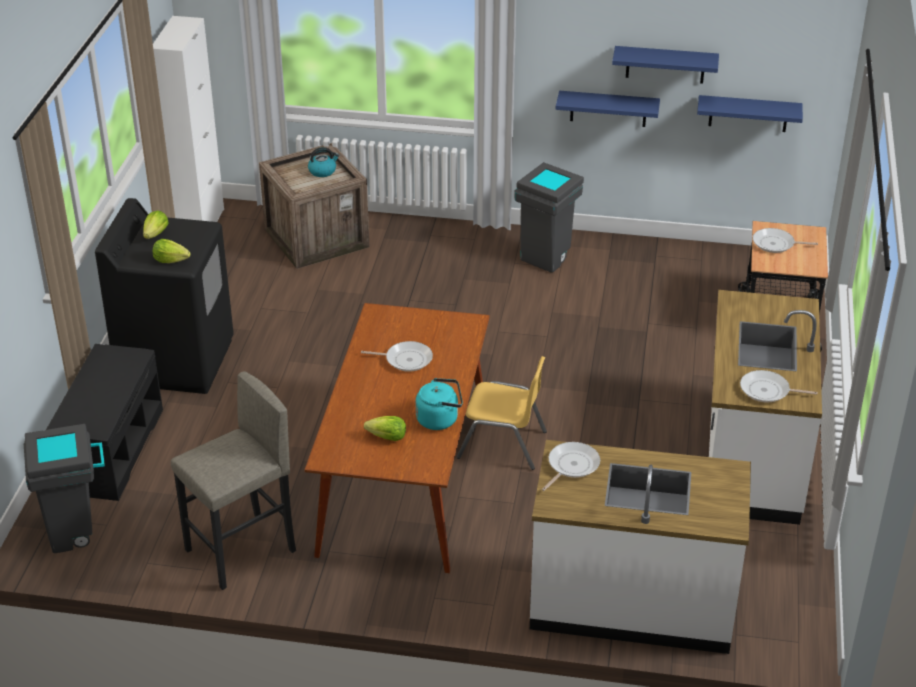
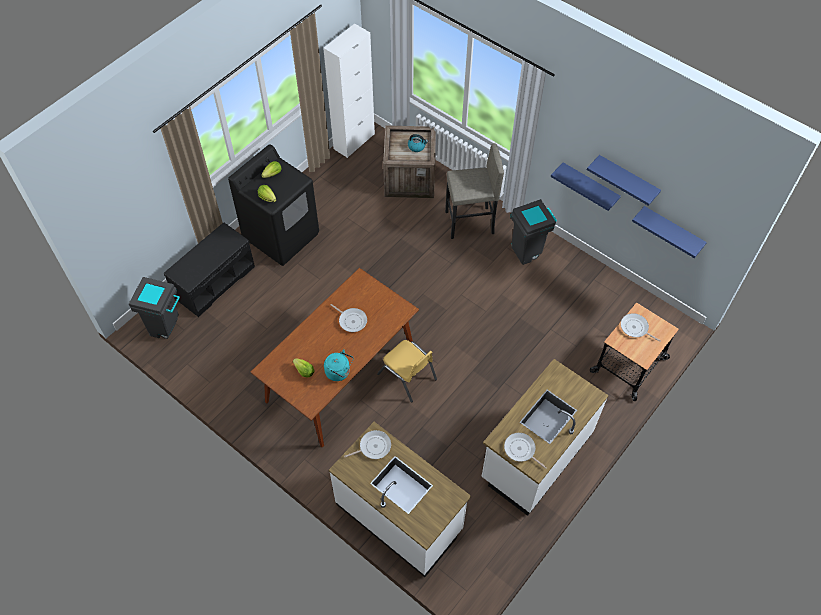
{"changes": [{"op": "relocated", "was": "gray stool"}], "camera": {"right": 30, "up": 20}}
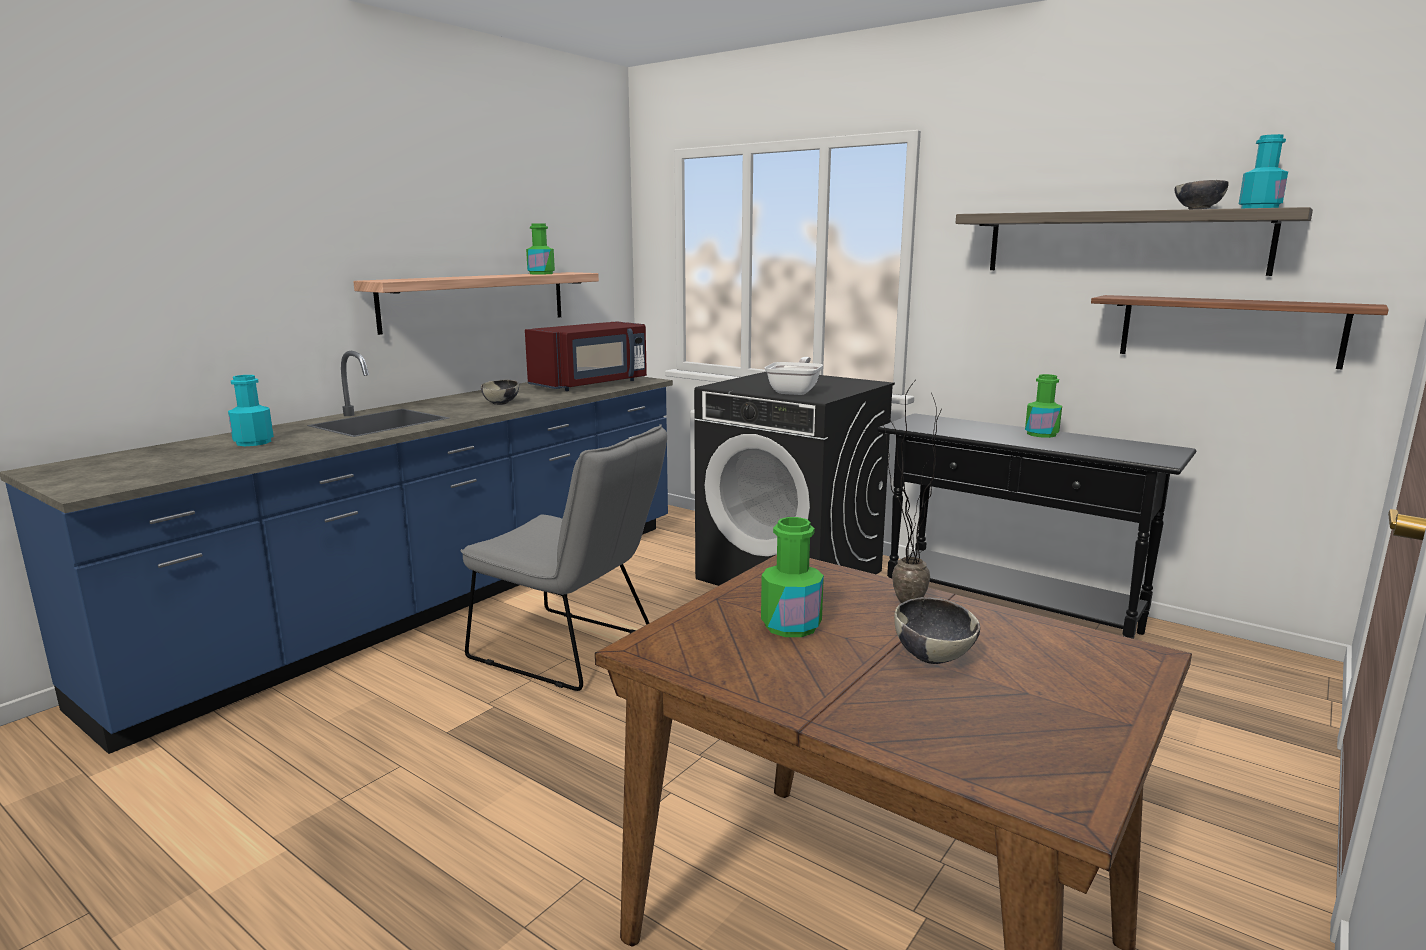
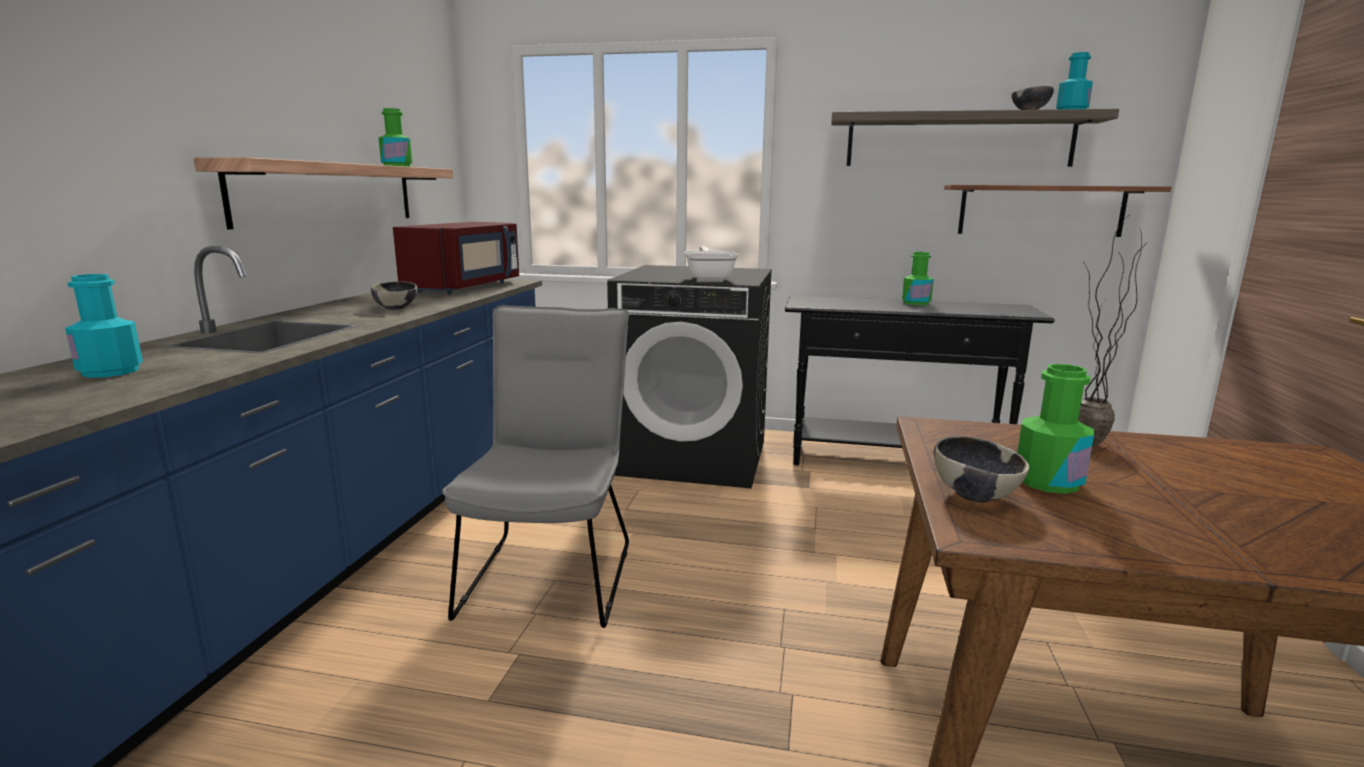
{"changes": [{"op": "spun", "was": "gray plain chair", "clockwise": -90}, {"op": "relocated", "was": "deep dish (no. 2 from left)"}], "camera": {"right": -25, "up": 0}}
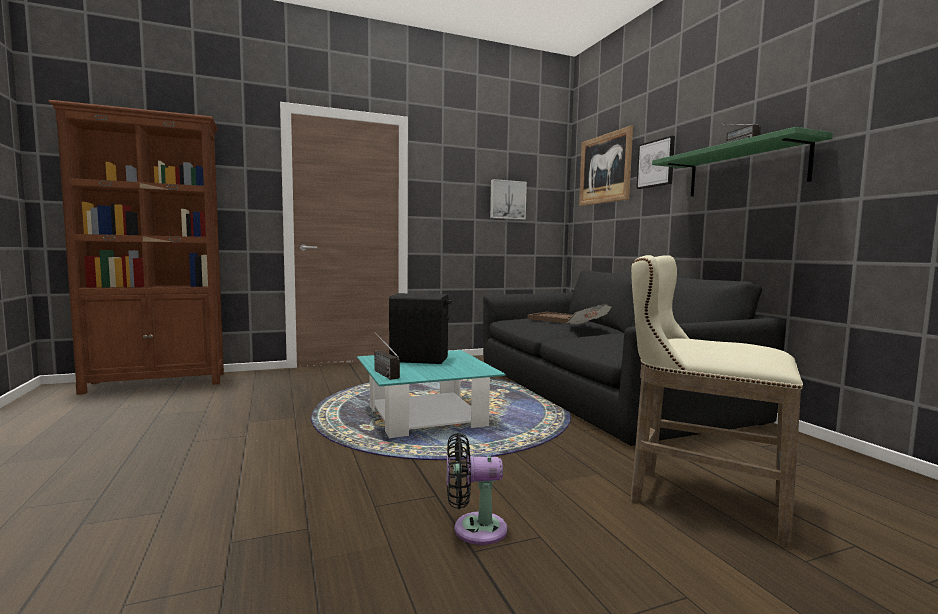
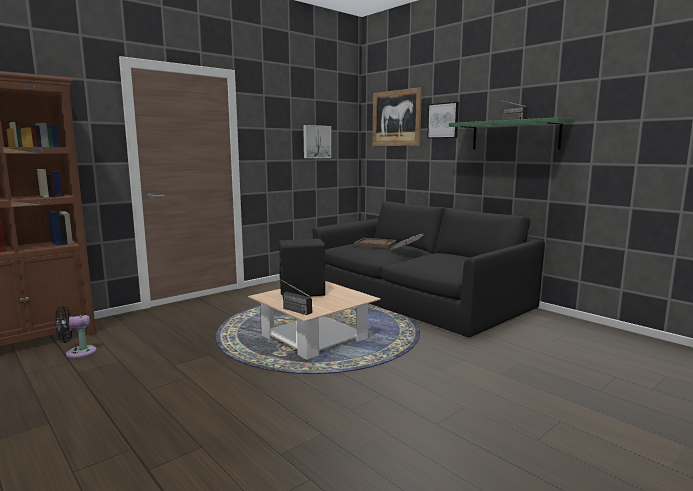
{"changes": [{"op": "colour", "was": "turquoise-coloured low table", "now": "beige-coloured low table"}, {"op": "relocated", "was": "black electric fan"}, {"op": "missing", "was": "beige-coloured stool"}], "camera": {"right": -20, "up": 5}}
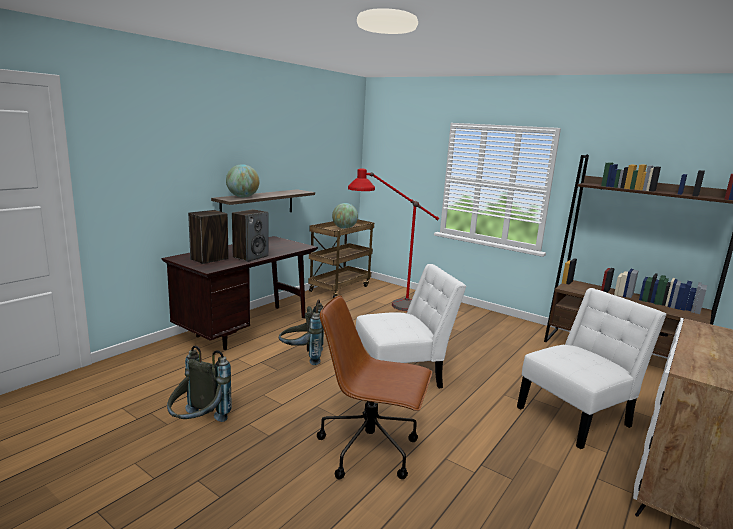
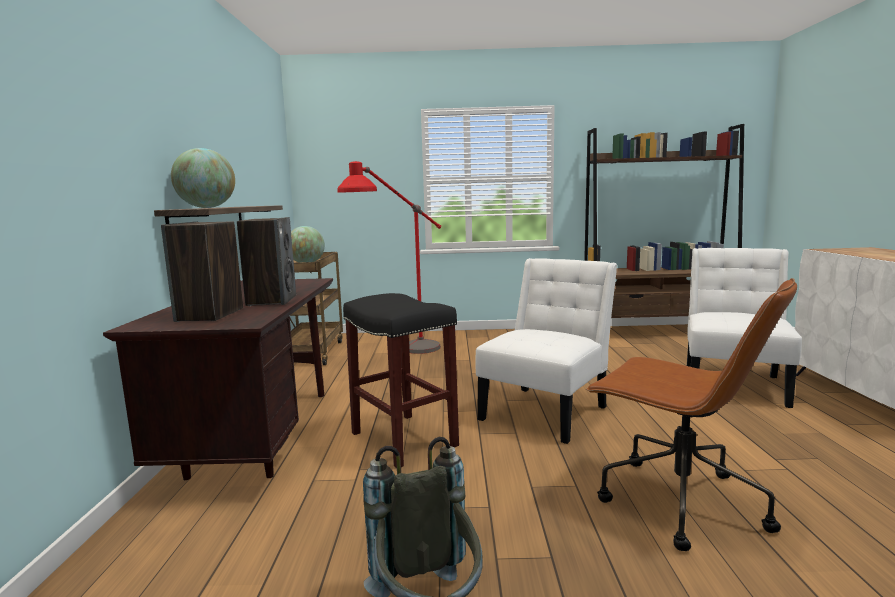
{"changes": [{"op": "exchanged", "was": "gray backpack (no. 2 from left)", "now": "black stool"}, {"op": "spun", "was": "brownish office chair", "clockwise": -120}], "camera": {"right": -35, "up": -5}}
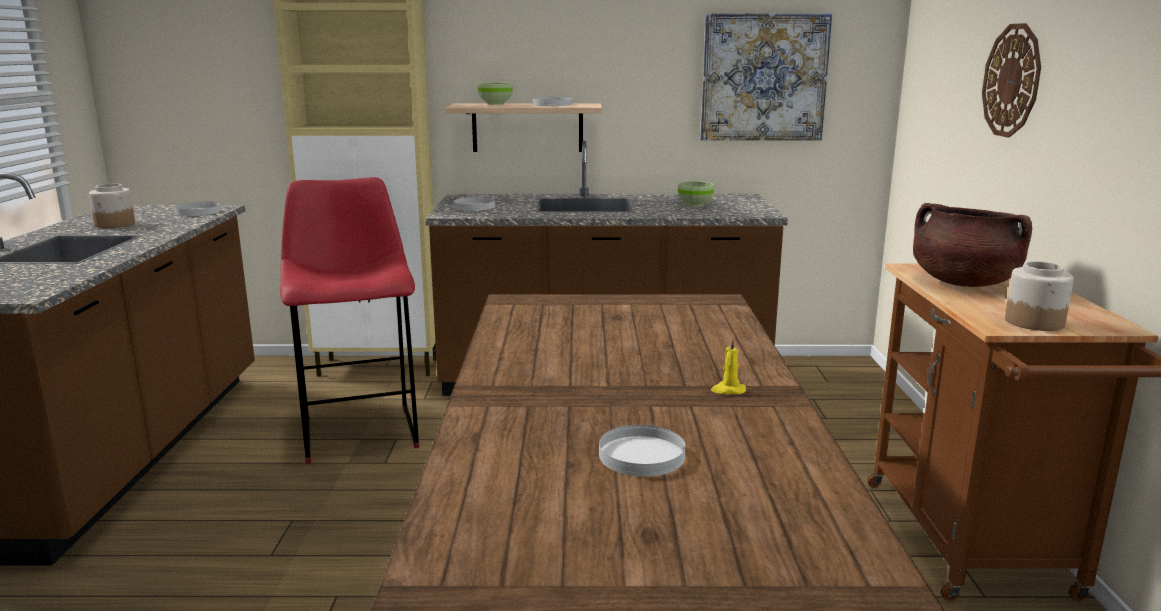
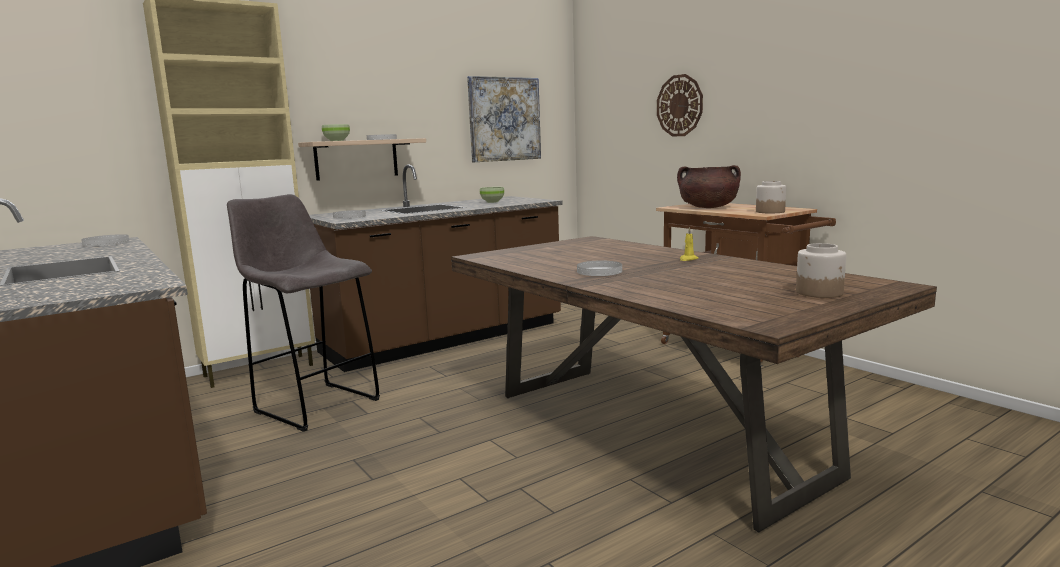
{"changes": [{"op": "relocated", "was": "preserve jar (no. 1 from left in the first image)", "now": "preserve jar (no. 2 from left)"}, {"op": "colour", "was": "red stool", "now": "gray stool"}, {"op": "relocated", "was": "whitish plate (no. 4 from left)"}], "camera": {"right": -35, "up": -5}}
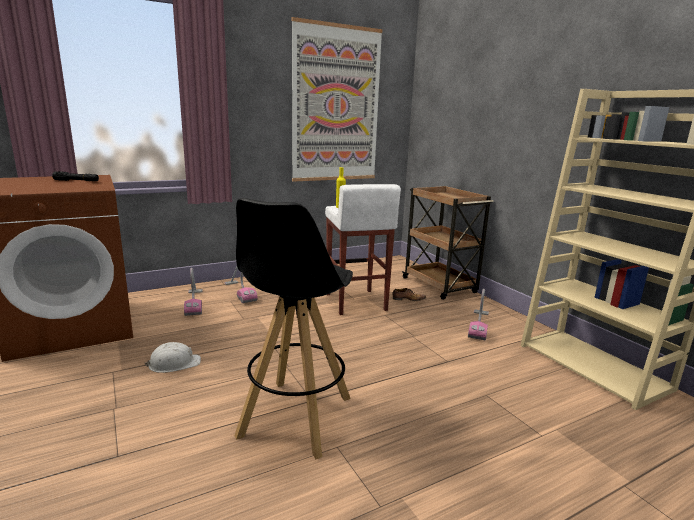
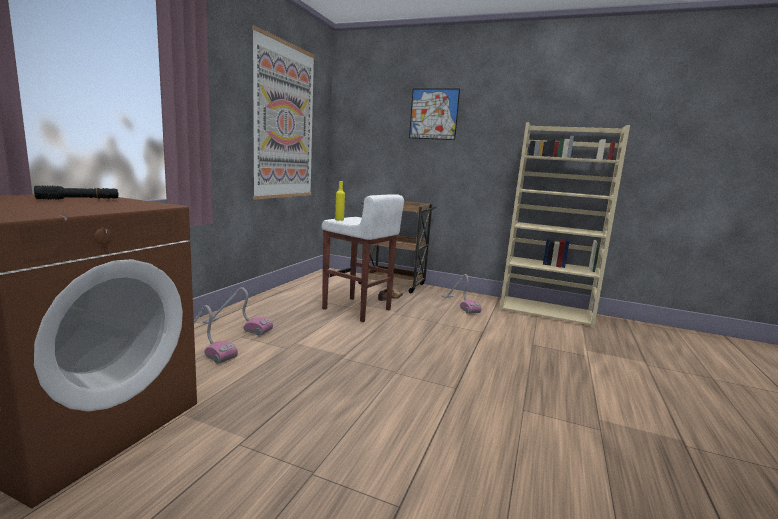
{"changes": [{"op": "missing", "was": "whitish work helmet"}, {"op": "missing", "was": "black stool"}, {"op": "appeared", "now": "picture (no. 2 from left)"}], "camera": {"right": -40, "up": -5}}
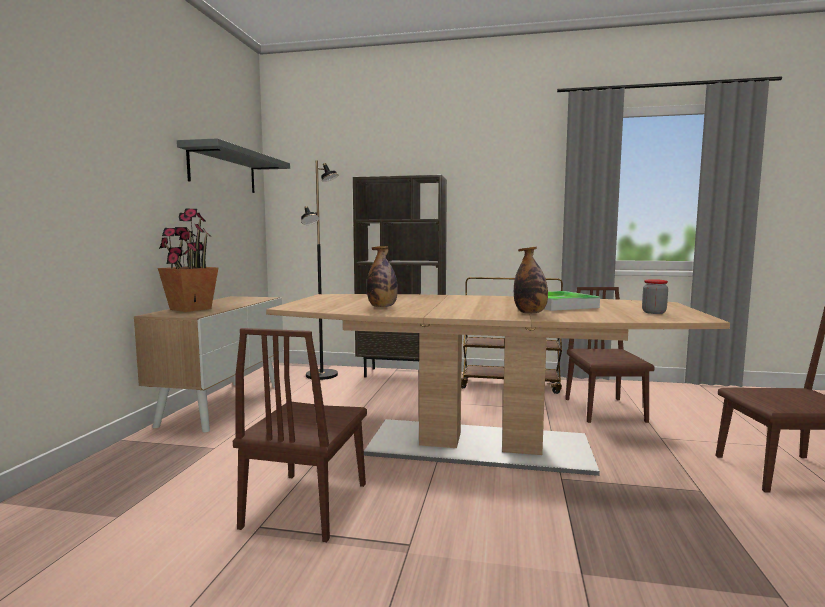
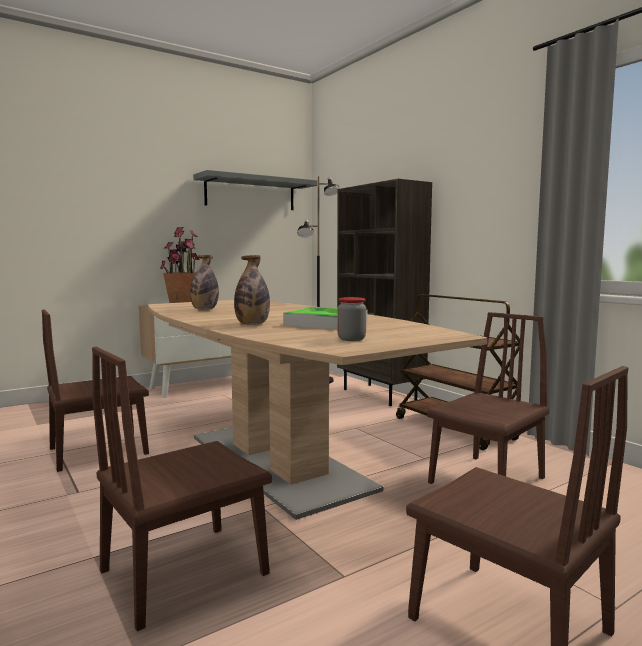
{"changes": [{"op": "appeared", "now": "brownish plain chair (no. 2 from left)"}], "camera": {"right": 45, "up": 0}}
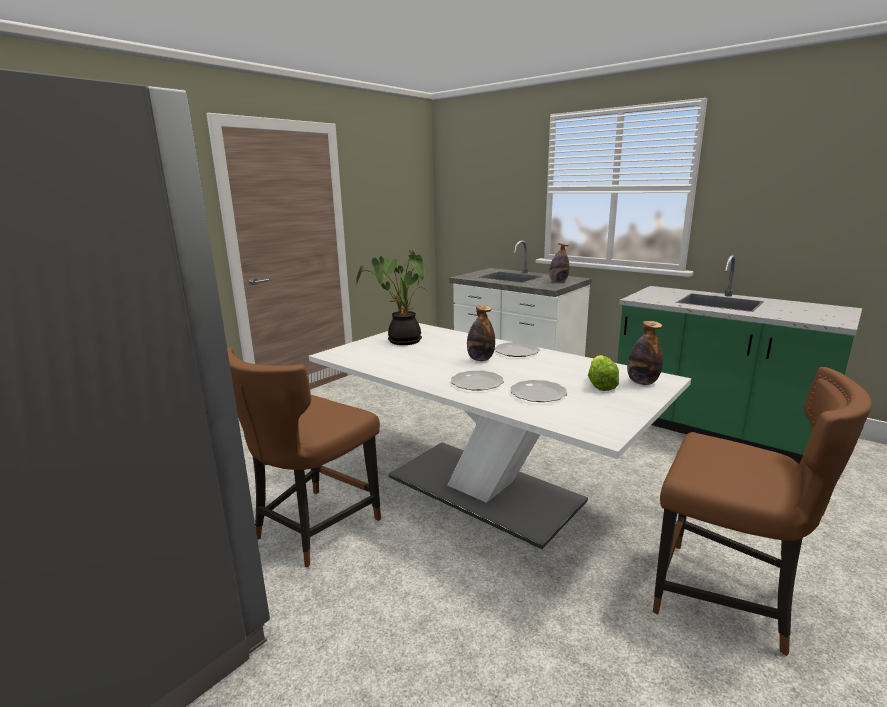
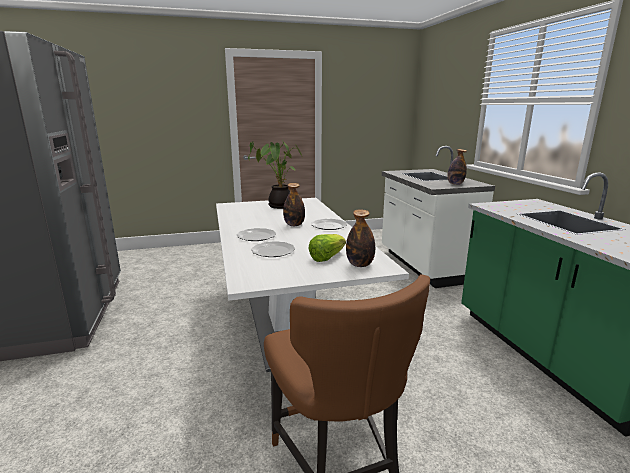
{"changes": [{"op": "missing", "was": "brownish plain chair (no. 1 from left)"}], "camera": {"right": 35, "up": 0}}
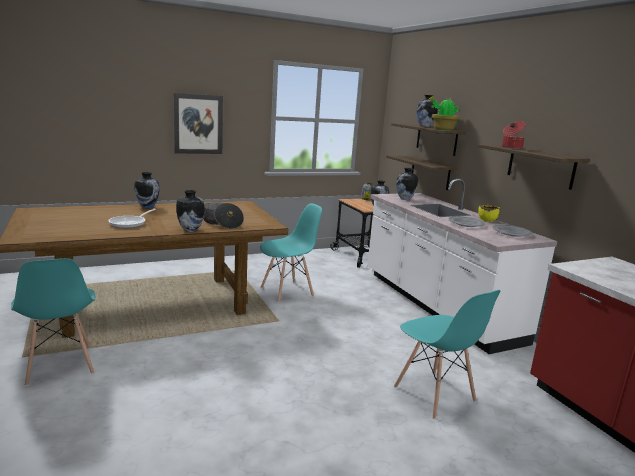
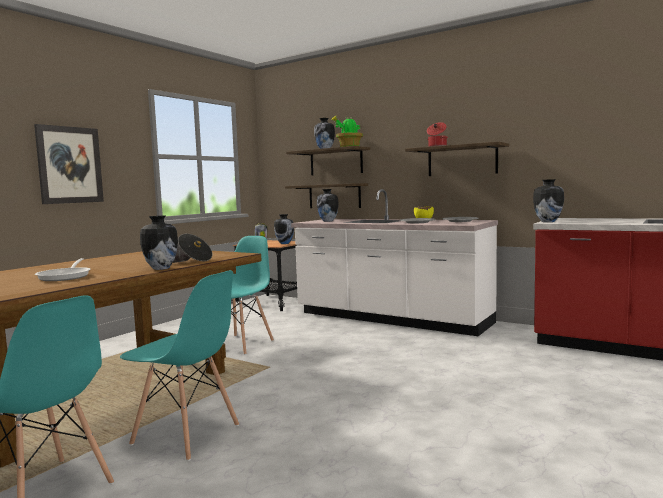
{"changes": [{"op": "relocated", "was": "flower vase (no. 1 from left in the first image)", "now": "flower vase (no. 5 from left)"}, {"op": "relocated", "was": "turquoise-coloured plain chair (no. 3 from left in the first image)", "now": "turquoise-coloured plain chair (no. 2 from left)"}], "camera": {"right": -30, "up": -10}}
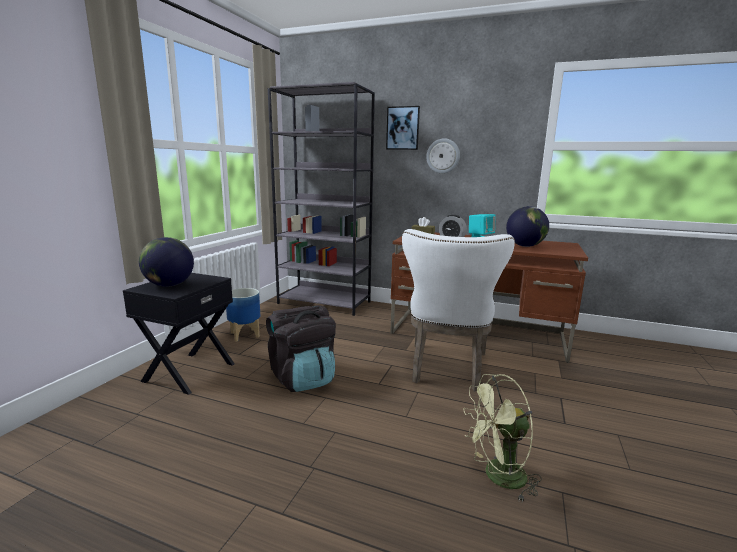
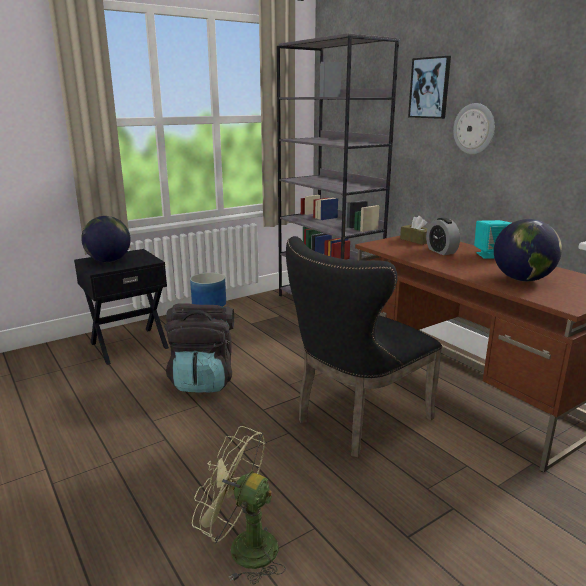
{"changes": [{"op": "colour", "was": "whitish plain chair", "now": "black plain chair"}], "camera": {"right": 35, "up": 5}}
